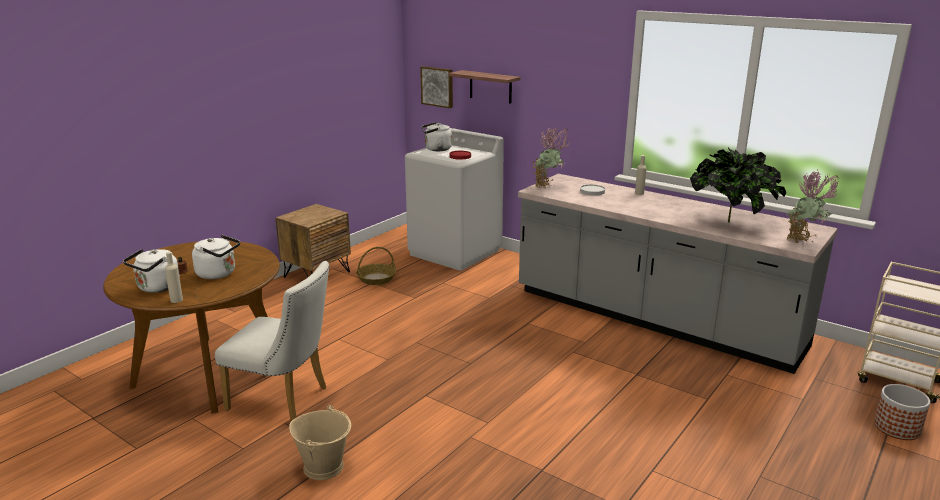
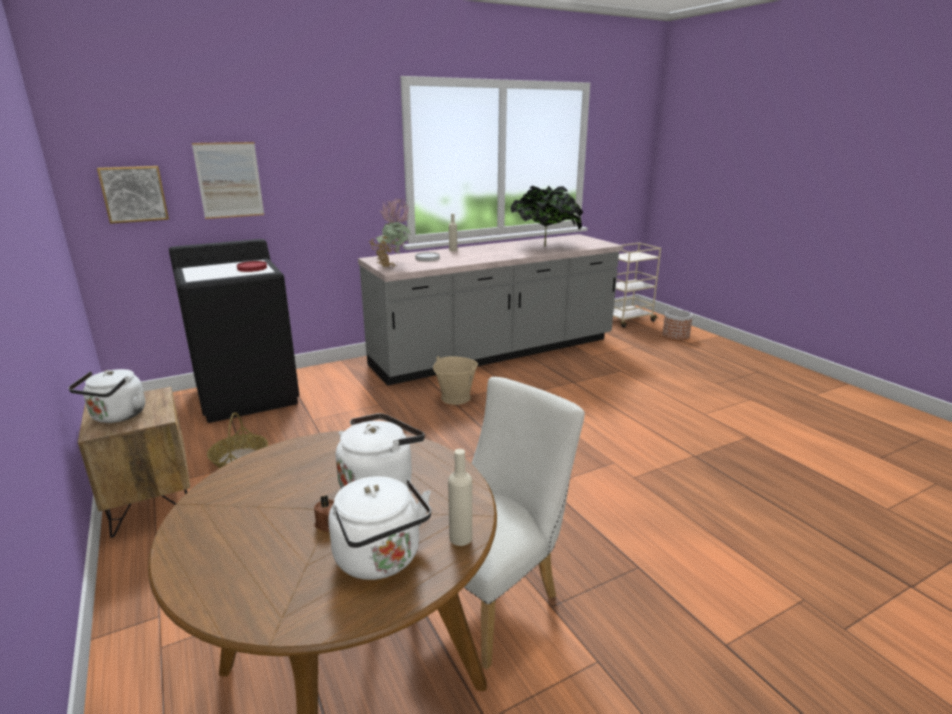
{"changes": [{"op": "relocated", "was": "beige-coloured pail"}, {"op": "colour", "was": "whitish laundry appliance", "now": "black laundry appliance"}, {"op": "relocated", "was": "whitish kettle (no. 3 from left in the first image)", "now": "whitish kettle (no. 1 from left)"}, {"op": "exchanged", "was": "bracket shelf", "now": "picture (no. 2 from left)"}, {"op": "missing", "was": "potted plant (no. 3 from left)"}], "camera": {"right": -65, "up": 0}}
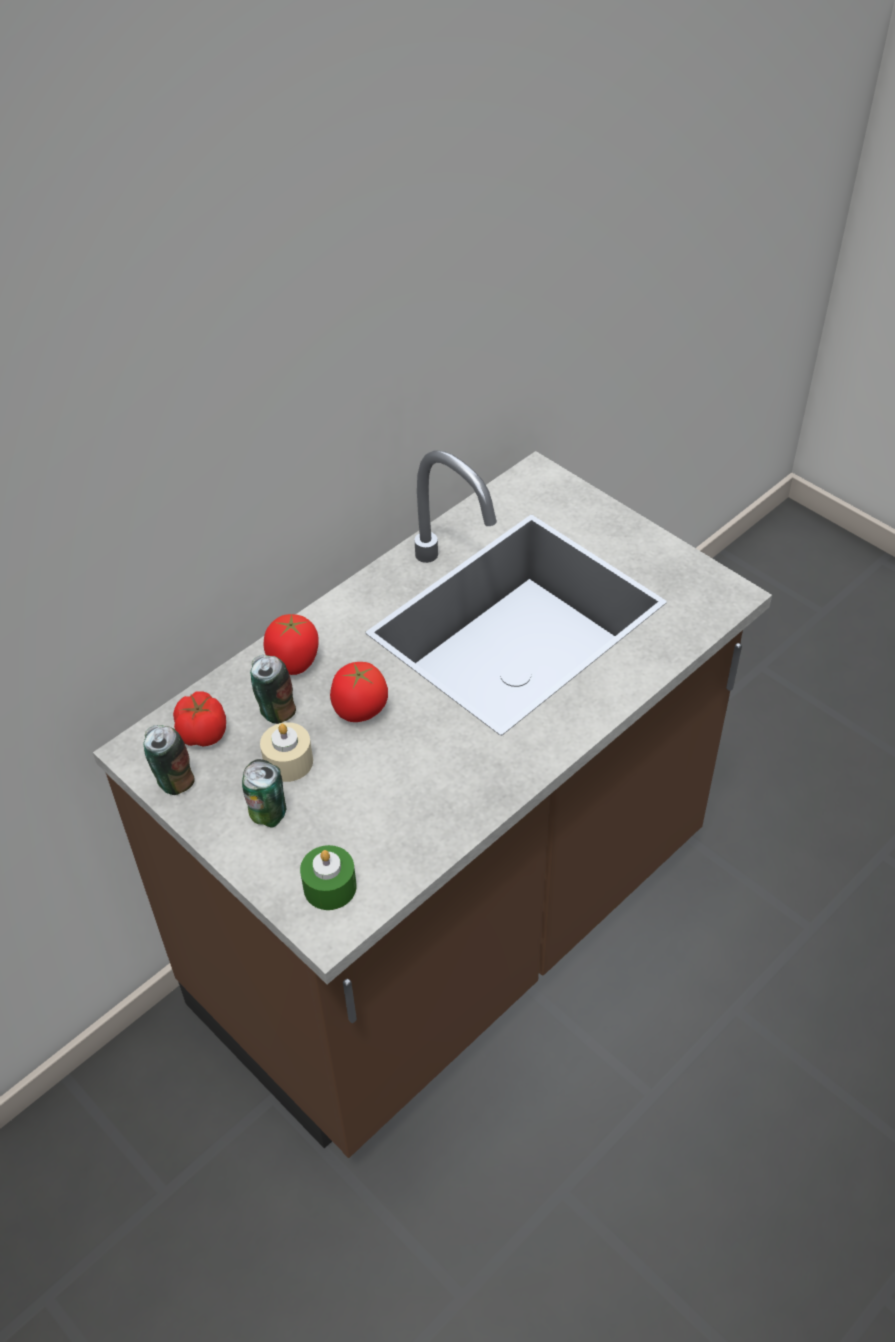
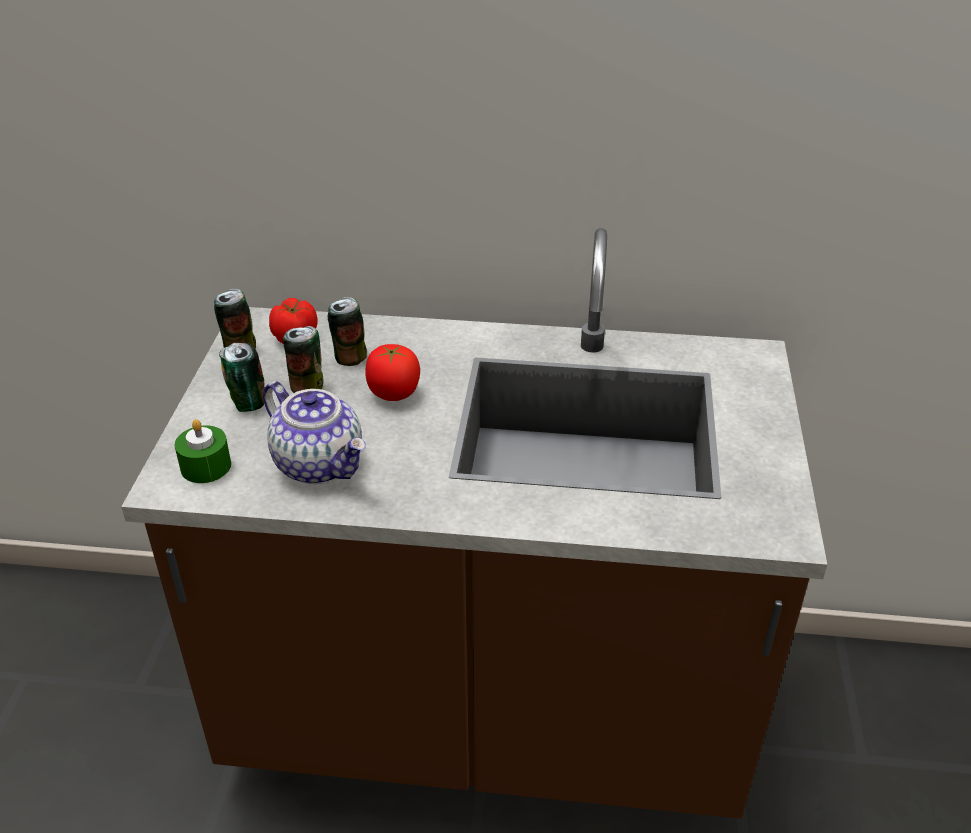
{"changes": [{"op": "exchanged", "was": "beige-coloured wax light", "now": "can (no. 3 from left)"}, {"op": "missing", "was": "whole tomato (no. 2 from left)"}, {"op": "appeared", "now": "tea pot"}], "camera": {"right": 50, "up": -10}}
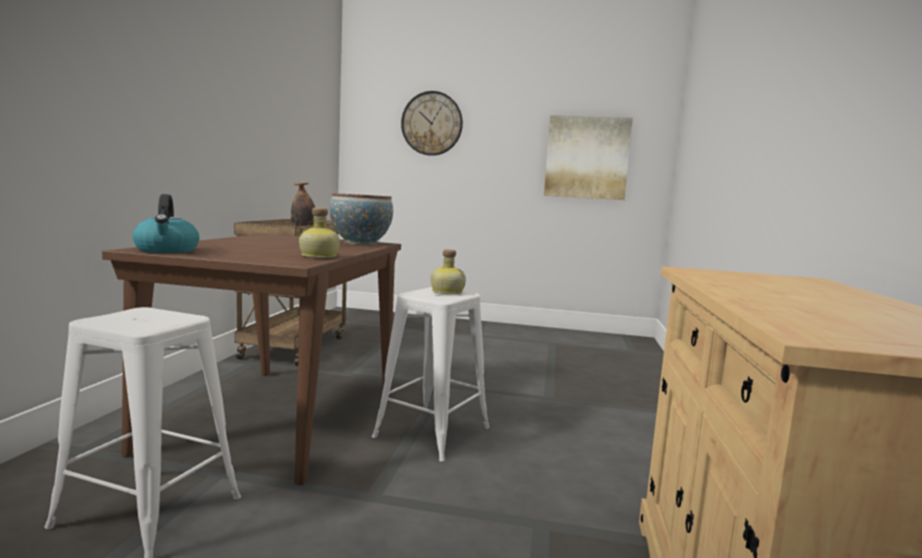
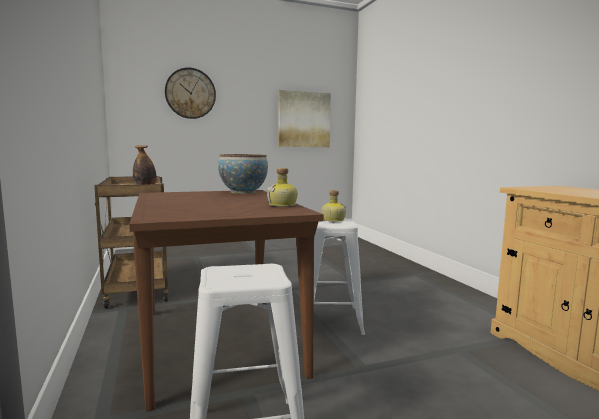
{"changes": [{"op": "missing", "was": "kettle"}], "camera": {"right": -30, "up": 0}}
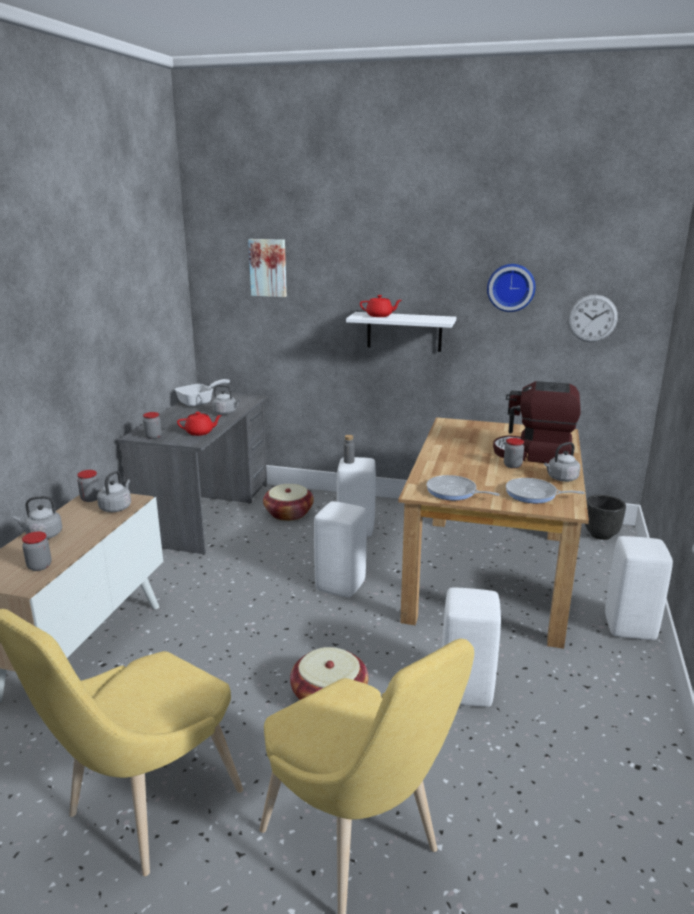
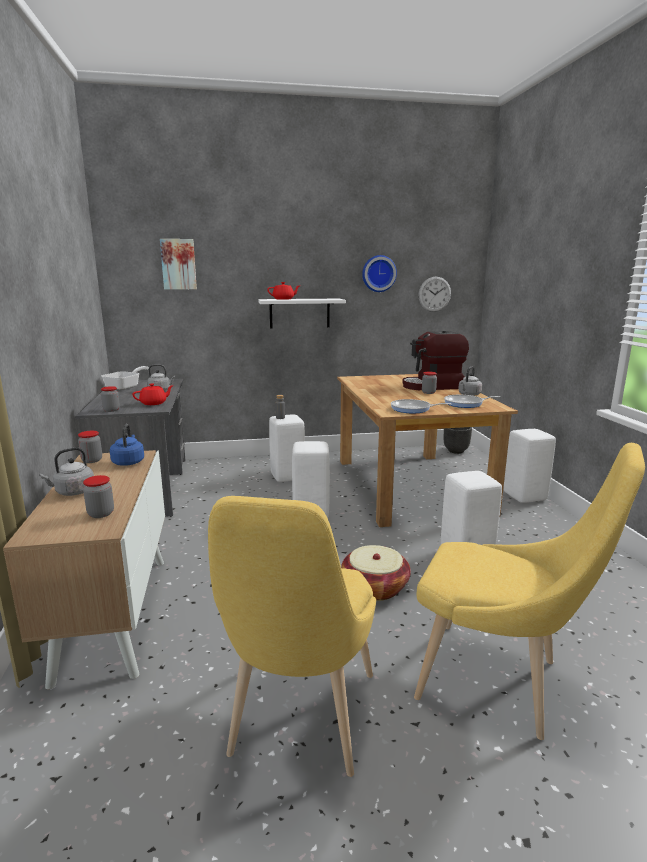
{"changes": [{"op": "colour", "was": "gray kettle (no. 2 from left)", "now": "blue kettle"}, {"op": "missing", "was": "storage basket (no. 1 from left)"}], "camera": {"right": -25, "up": -5}}
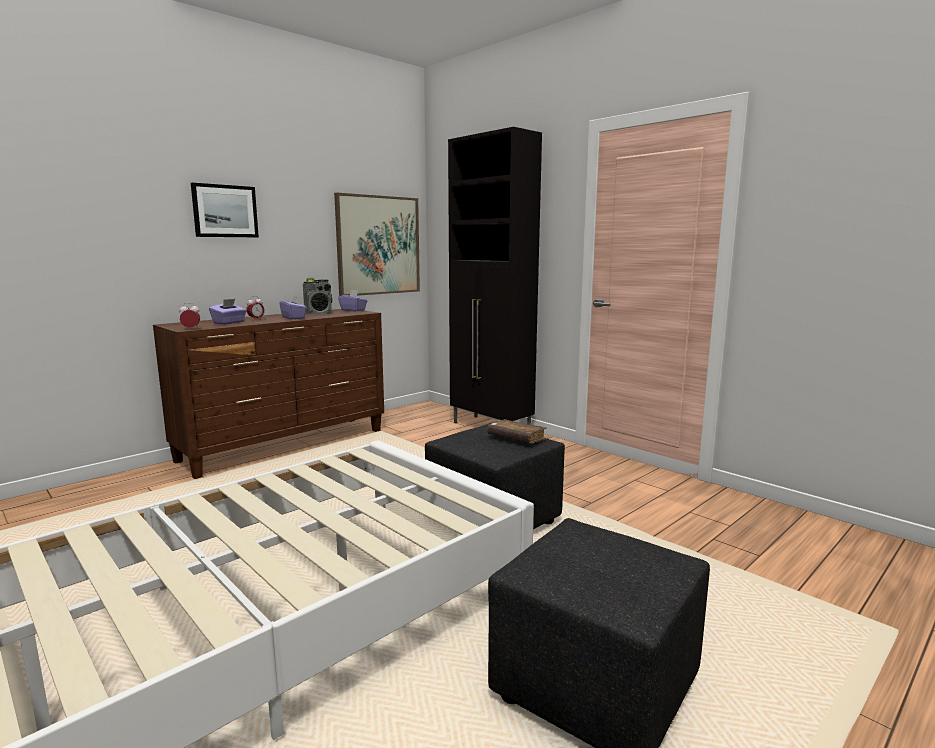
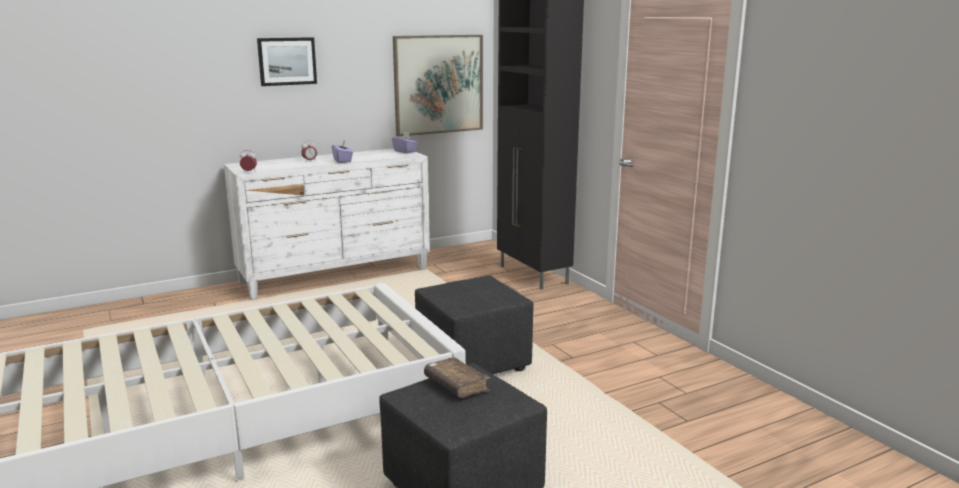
{"changes": [{"op": "colour", "was": "brownish chest of drawers", "now": "whitish chest of drawers"}, {"op": "missing", "was": "purple tissue box (no. 1 from left)"}, {"op": "missing", "was": "radio"}, {"op": "relocated", "was": "brownish bound book"}], "camera": {"right": 15, "up": 5}}
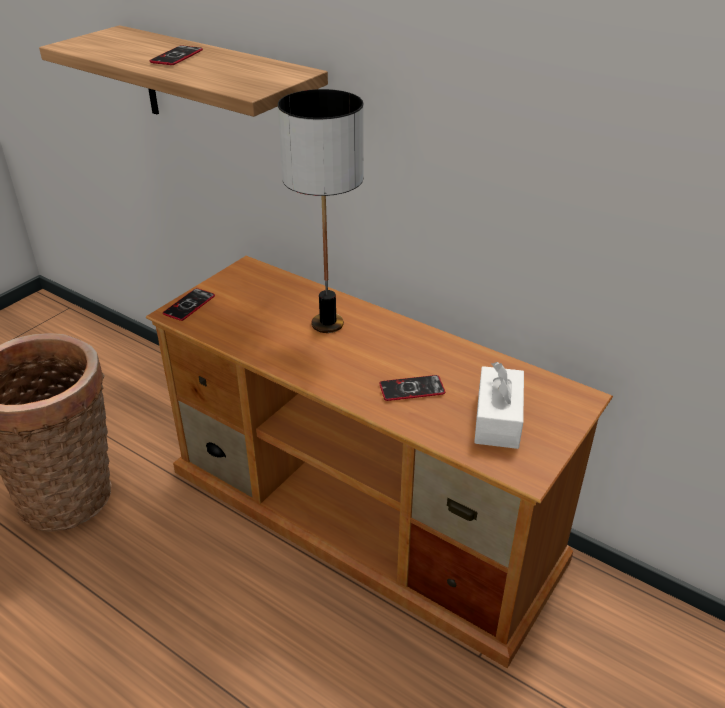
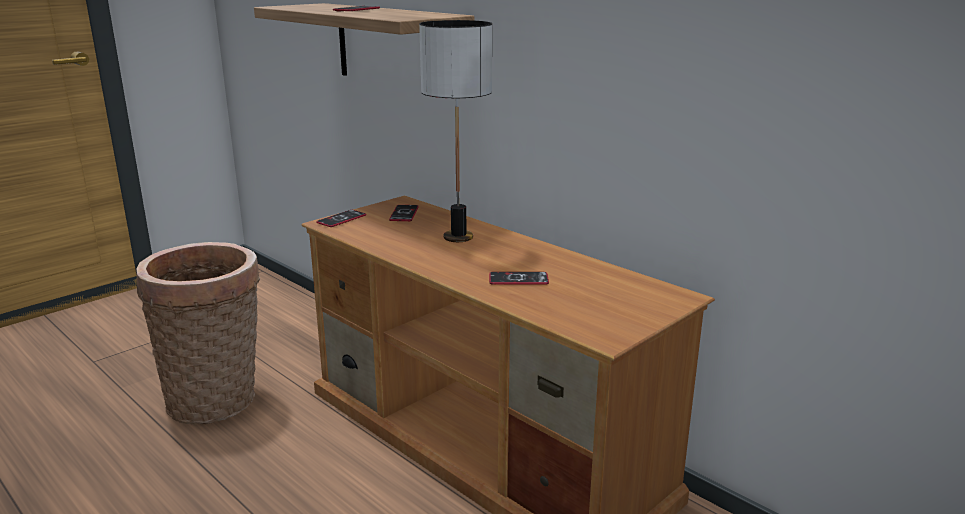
{"changes": [{"op": "missing", "was": "whitish tissue box"}, {"op": "appeared", "now": "telephone (no. 3 from left)"}], "camera": {"right": 10, "up": -15}}
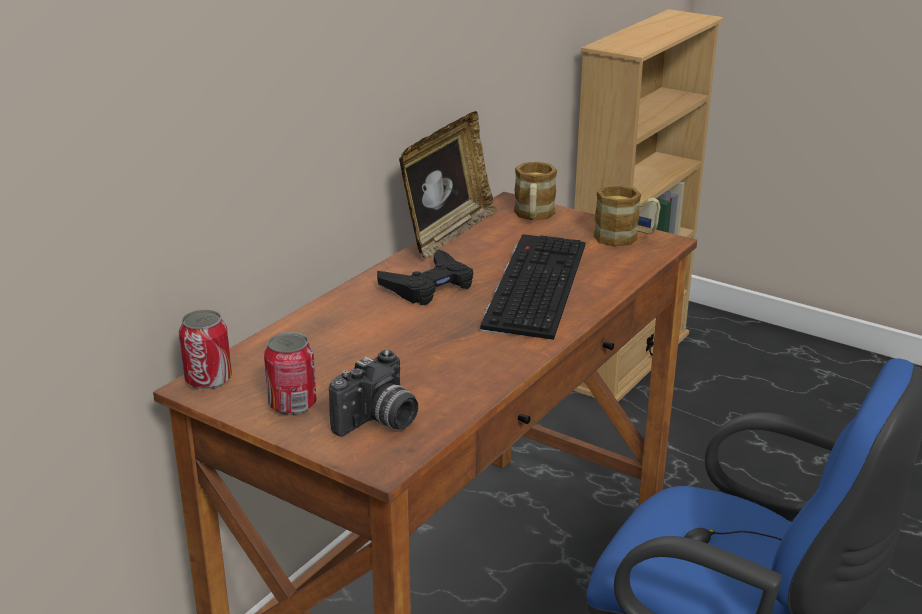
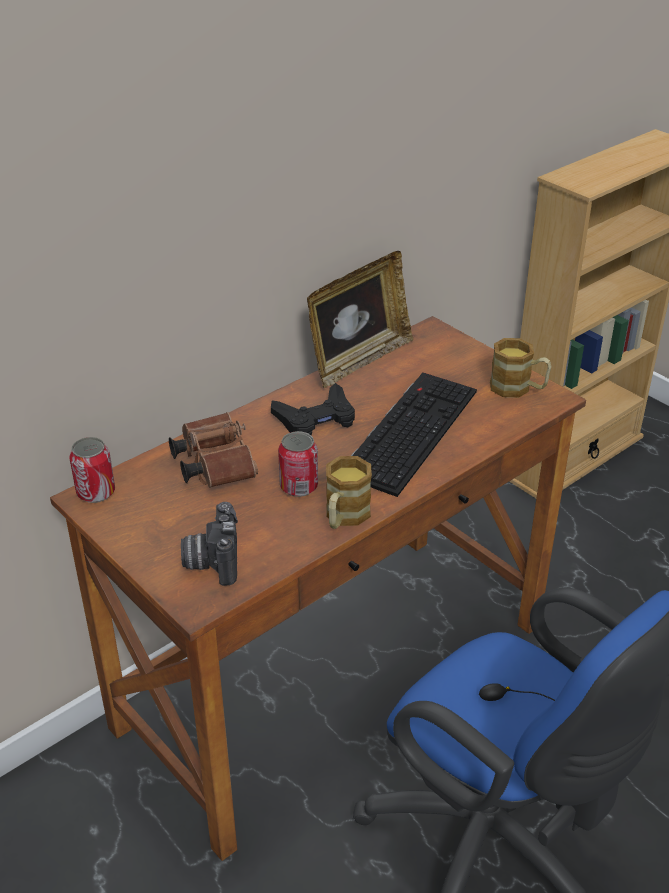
{"changes": [{"op": "relocated", "was": "can (no. 2 from left)"}, {"op": "spun", "was": "still camera", "clockwise": 120}, {"op": "relocated", "was": "tea mug (no. 1 from left)"}, {"op": "appeared", "now": "brownish pair of binoculars"}], "camera": {"right": 15, "up": 10}}
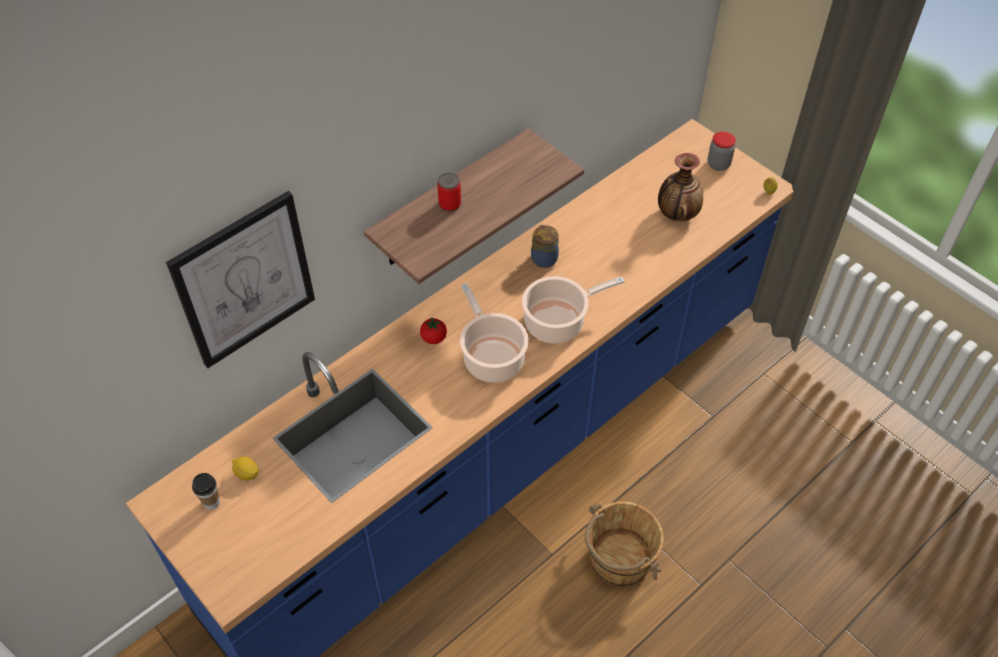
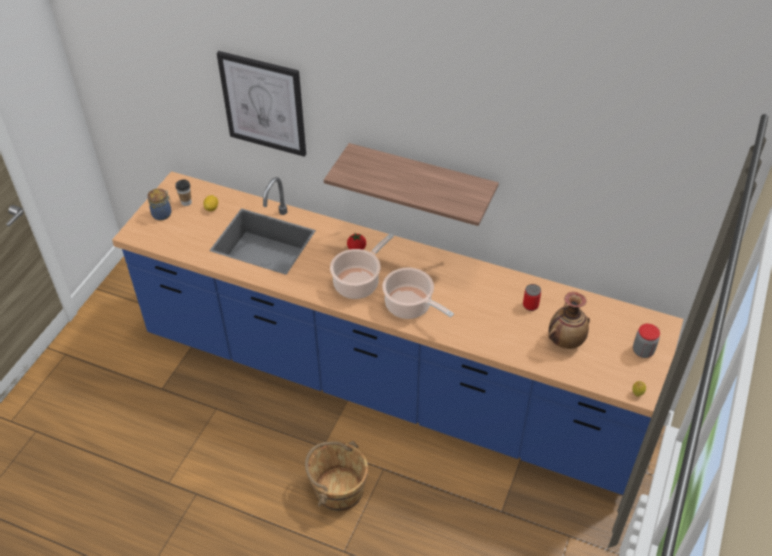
{"changes": [{"op": "relocated", "was": "can"}, {"op": "relocated", "was": "preserve jar (no. 1 from left)"}], "camera": {"right": 65, "up": -5}}
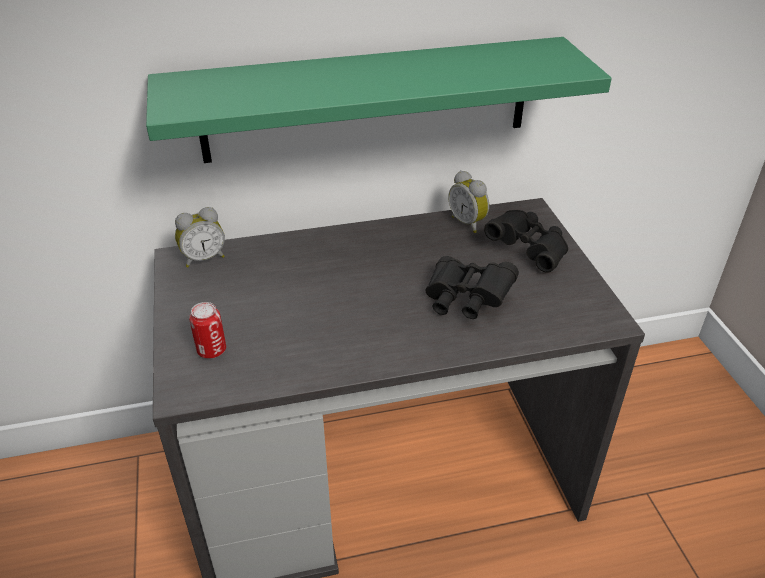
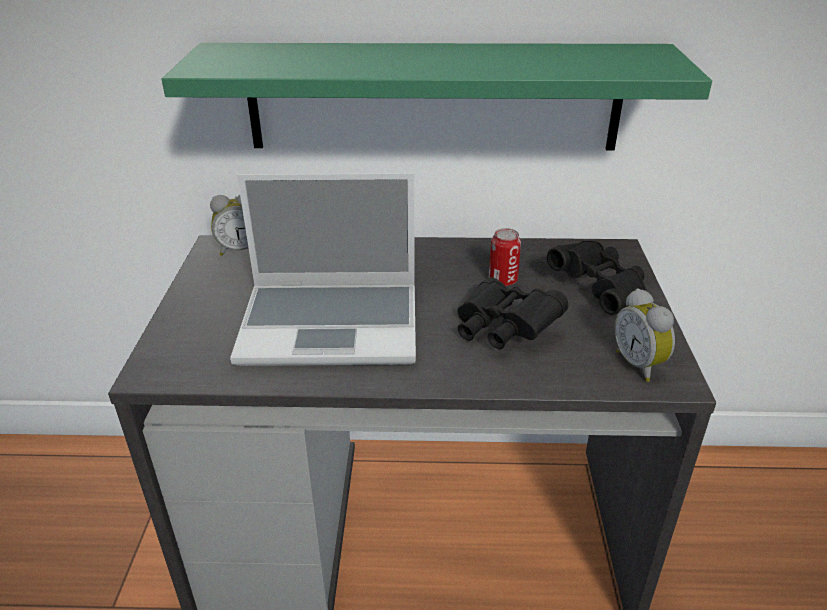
{"changes": [{"op": "relocated", "was": "can"}, {"op": "relocated", "was": "table clock (no. 2 from left)"}, {"op": "appeared", "now": "notebook computer"}], "camera": {"right": 15, "up": -5}}
